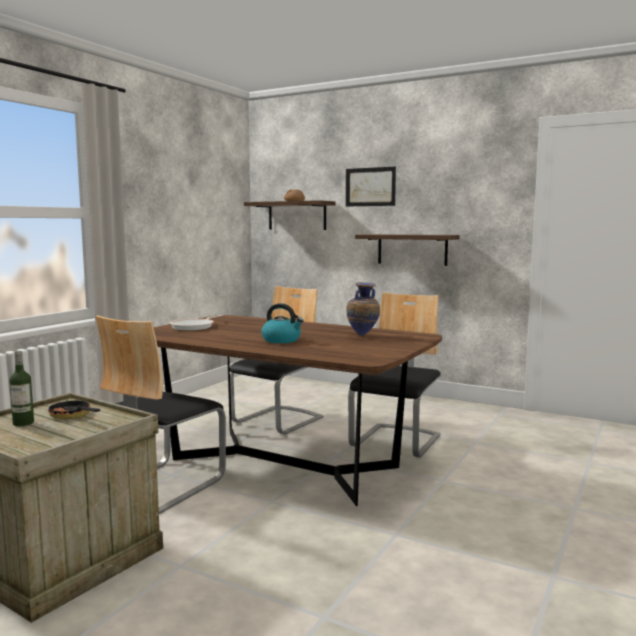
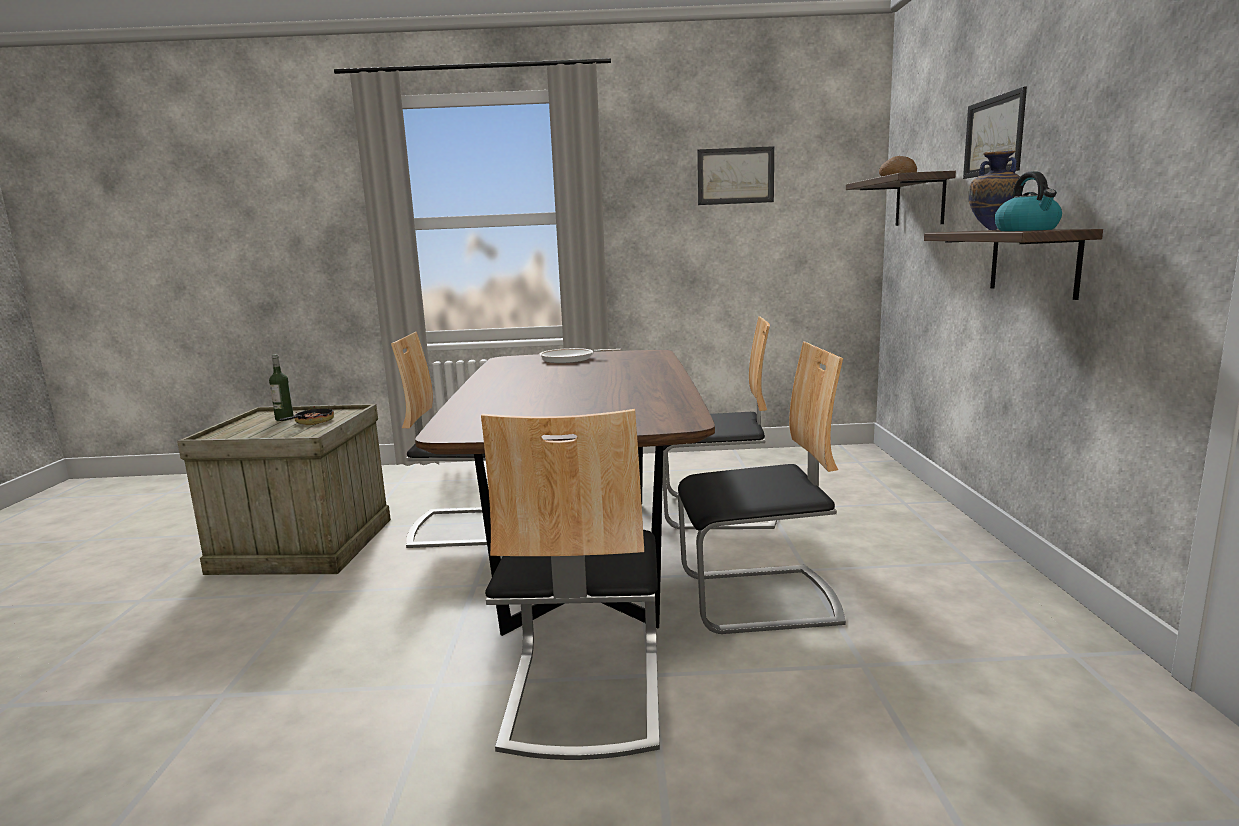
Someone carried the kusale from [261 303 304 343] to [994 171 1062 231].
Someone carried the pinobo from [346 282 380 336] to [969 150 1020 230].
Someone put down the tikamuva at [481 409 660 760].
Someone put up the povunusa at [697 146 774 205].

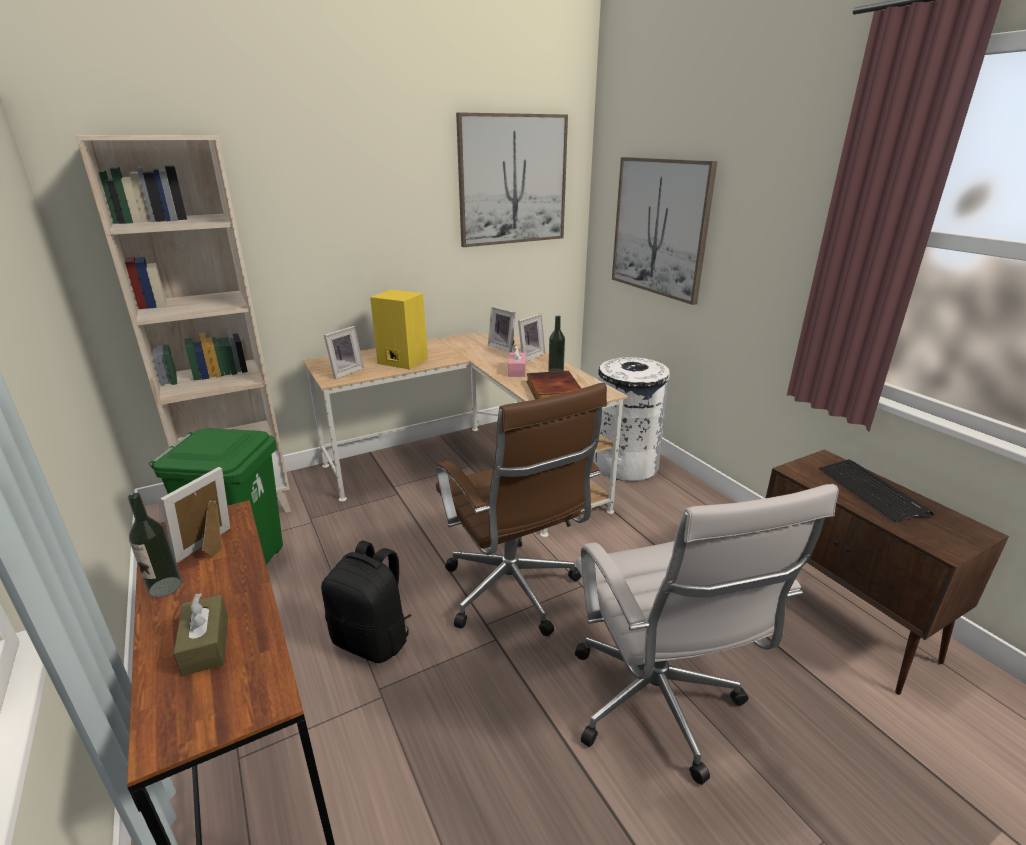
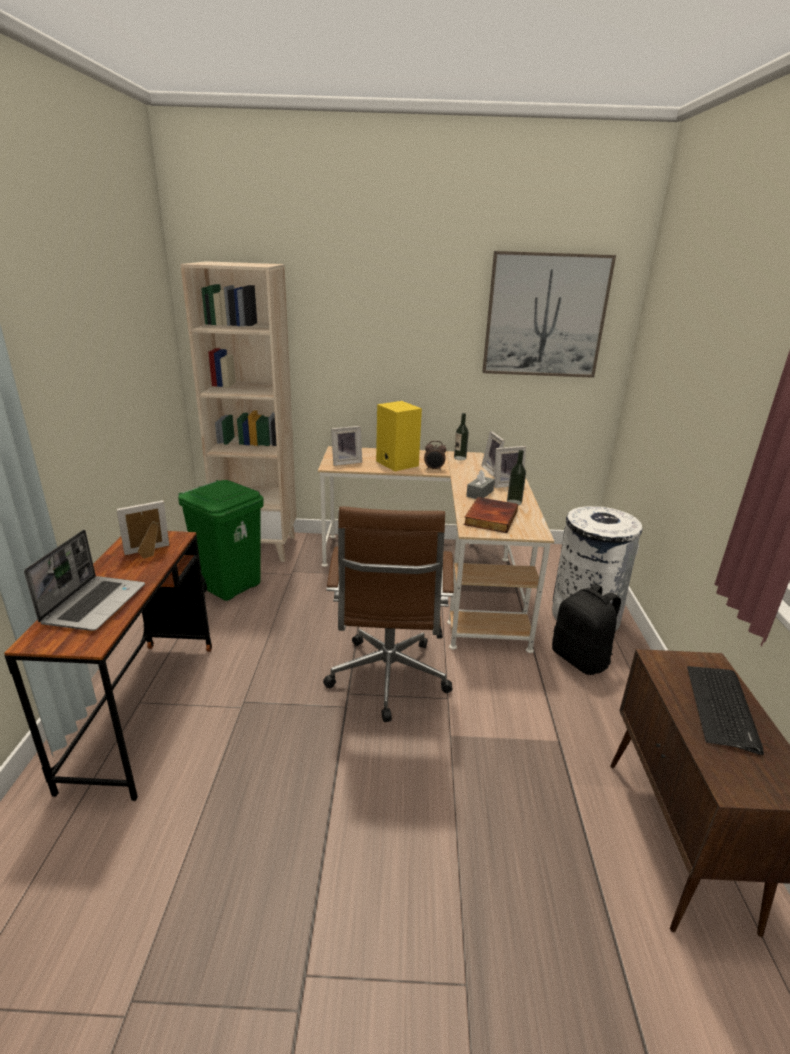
Someone carried the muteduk from [128 493 182 597] to [454 413 469 460].
Someone swapped the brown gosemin at [173 593 228 676] for the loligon at [24 530 145 631].
Someone carried the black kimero from [321 540 412 663] to [552 583 621 675].
Someone repainted the pink gosemin at [508 345 526 377], which became the grey gosemin at [466 469 495 499].
Someone took away the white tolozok at [575 484 839 785].
Someone took away the povunusa at [612 157 717 305].
Someone put down the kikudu at [424 441 447 471].

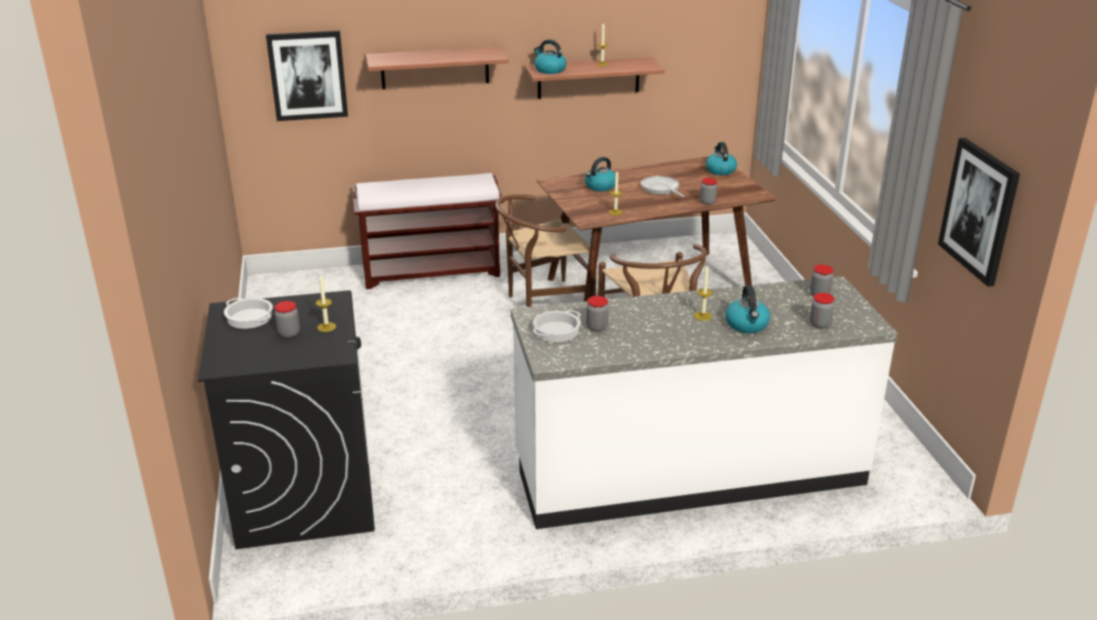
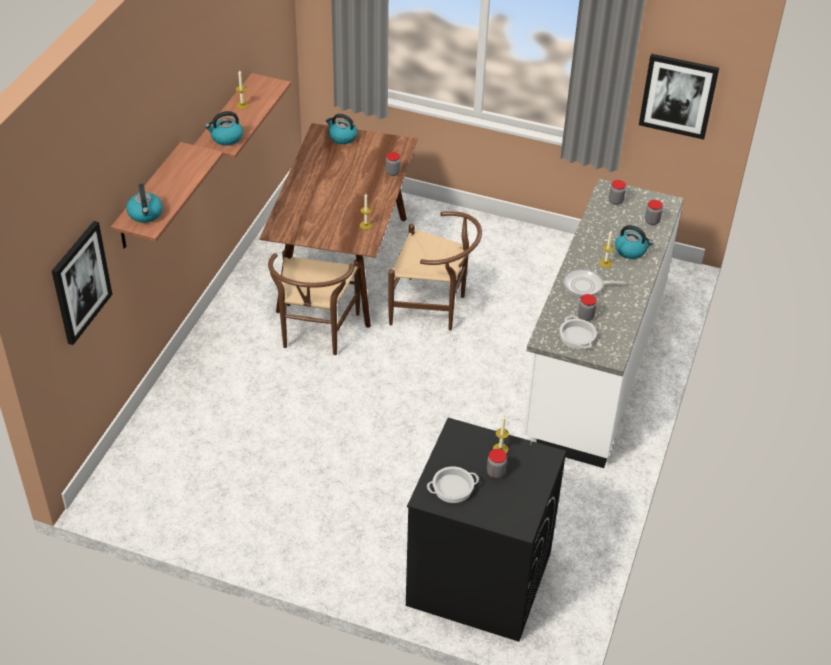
Someone took away the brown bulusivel at [352 173 504 289].
Someone carried the kusale from [585 157 615 191] to [126 184 163 223].
Someone carried the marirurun from [641 176 685 197] to [563 268 626 297].

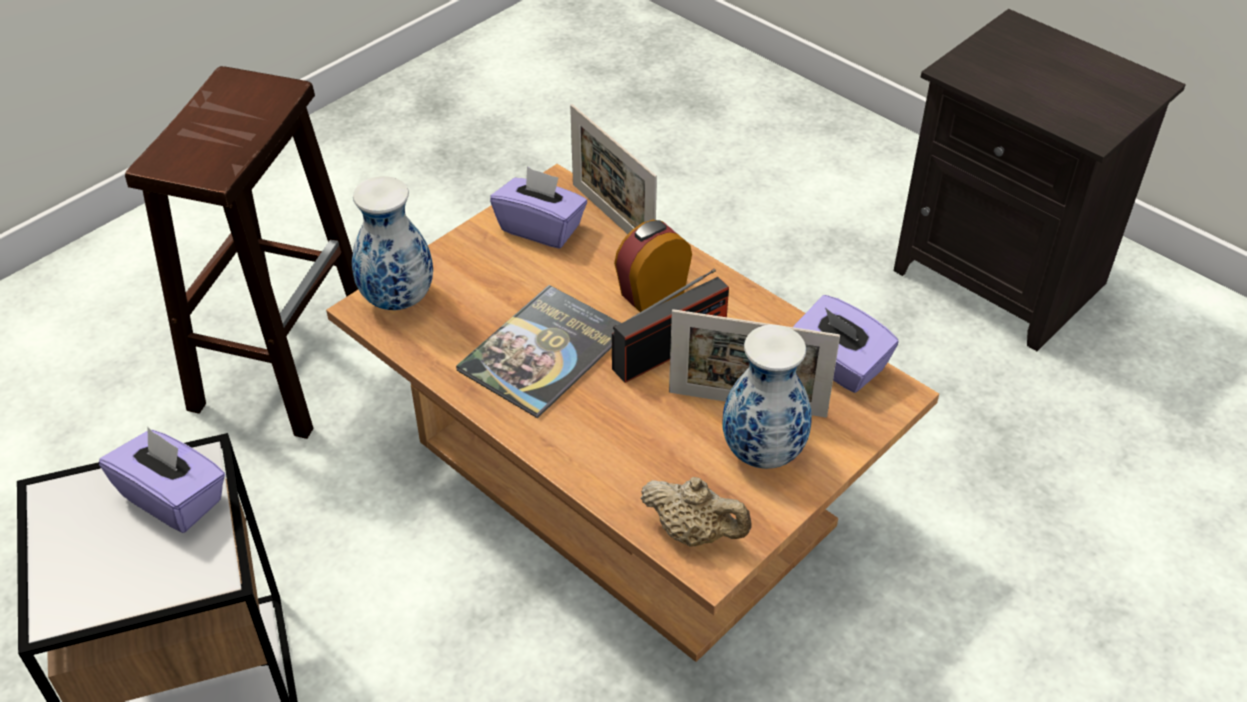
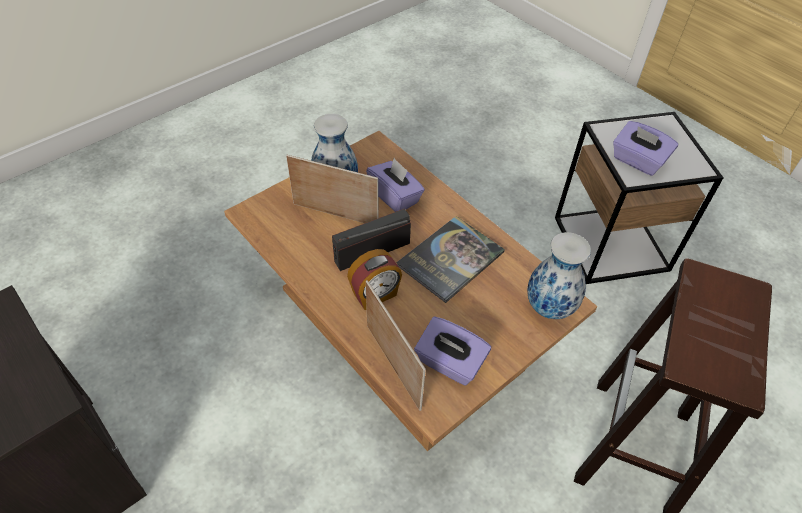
Someone took away the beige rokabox at [641 477 752 546].
Someone carried the purple gosemin from [793 295 899 393] to [366 158 425 212].

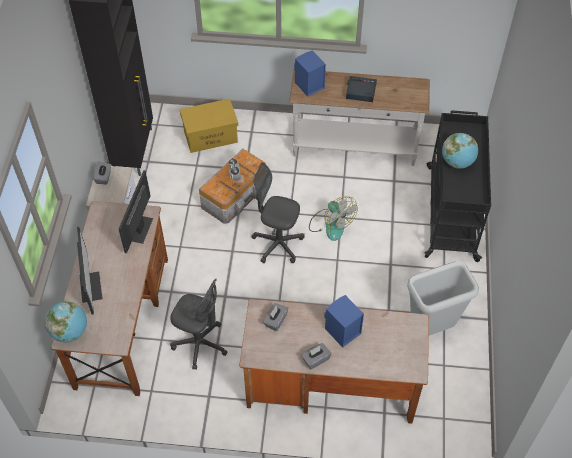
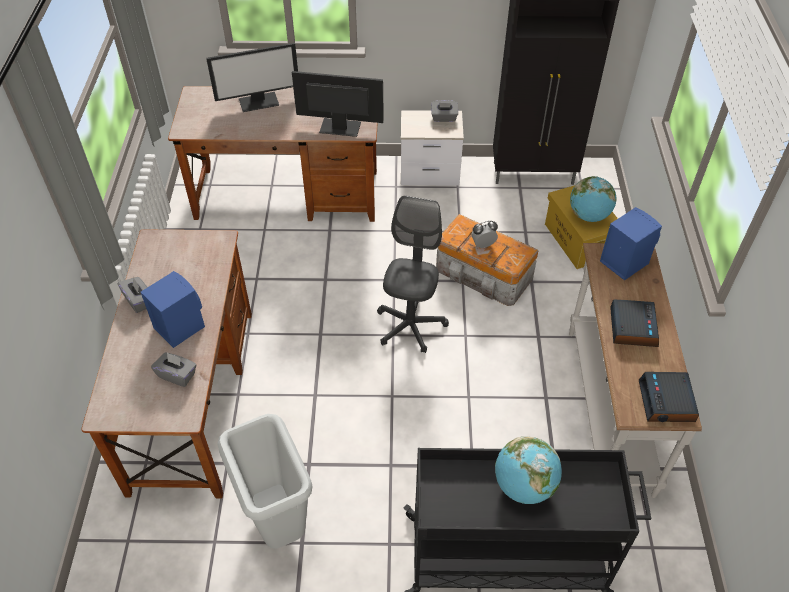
Someone carried the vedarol from [45 301 87 343] to [570 176 617 222].
Someone took away the grey tolozok at [170 278 227 370].
Someone carried the grey gosemin from [263 303 288 331] to [151 352 197 387].
Someone took away the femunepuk at [309 196 358 241].
Someone put down the kikudu at [639 372 699 422].

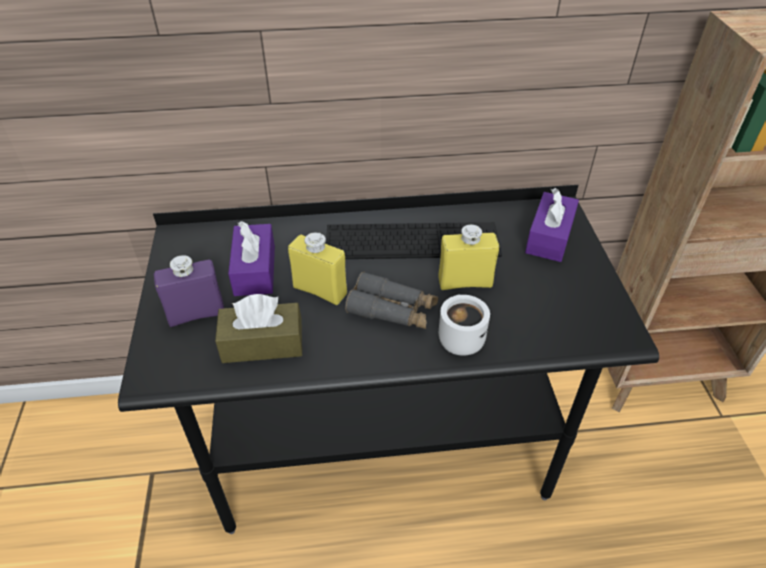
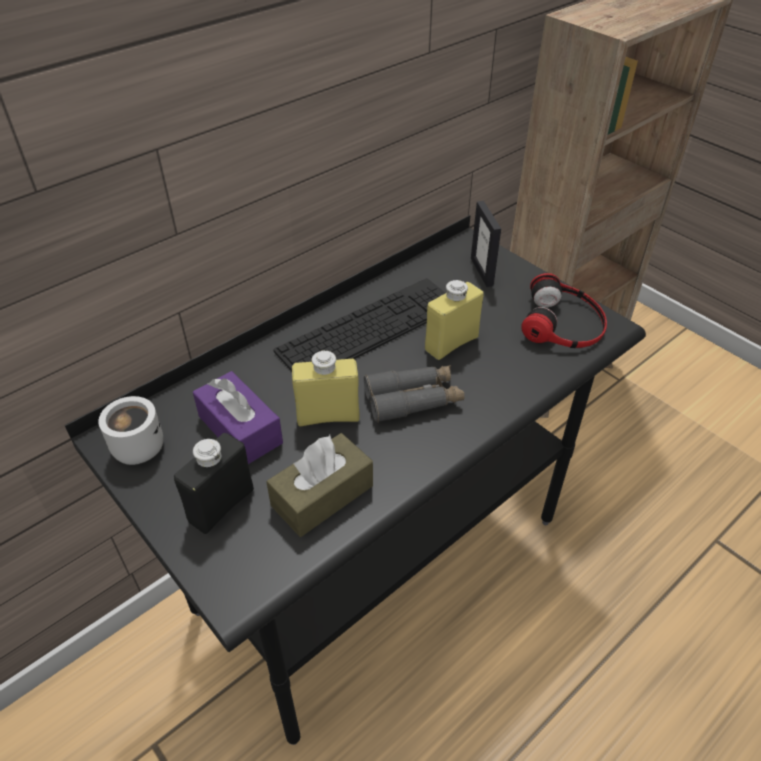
Someone repainted the purple muteduk at [154 255 224 327], which became the black muteduk at [174 433 254 534].
Someone carried the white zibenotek from [439 295 490 356] to [98 396 163 465].
Someone swapped the purple gosemin at [525 188 579 262] for the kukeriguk at [471 201 501 287].
Someone put down the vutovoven at [521 273 607 348].

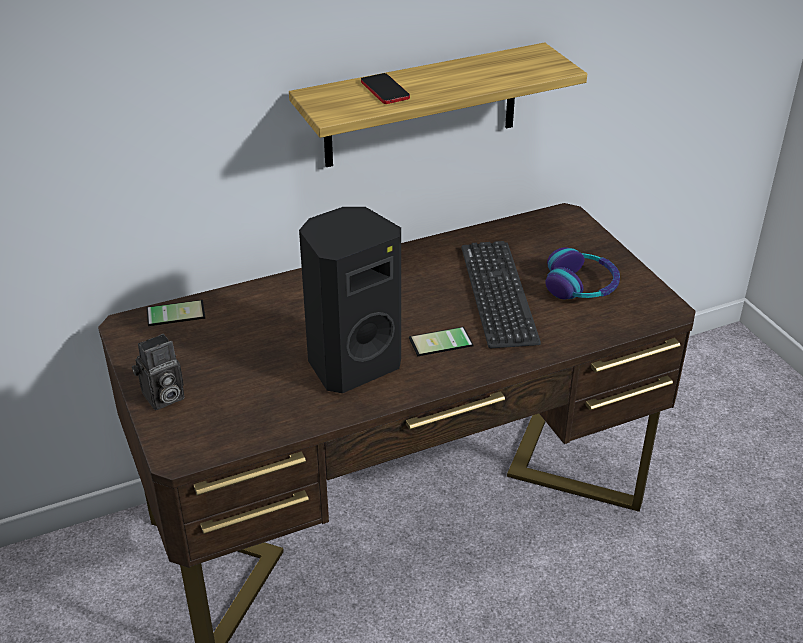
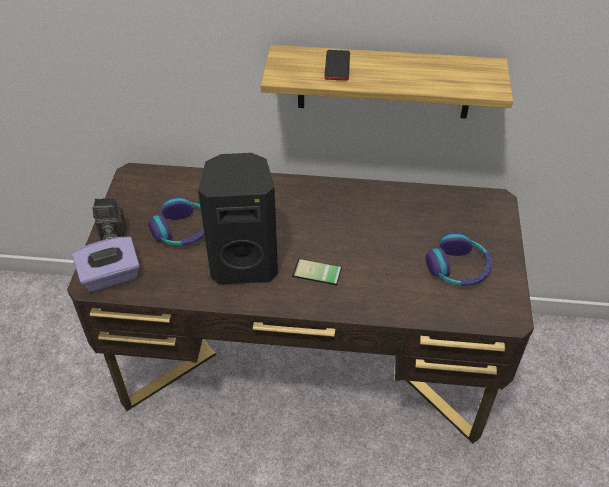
Someone took away the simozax at [147 297 205 326].
Someone took away the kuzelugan at [461 241 541 348].
Someone put down the purple gosemin at [72 236 140 292].
Someone put down the vutovoven at [148 196 205 246].

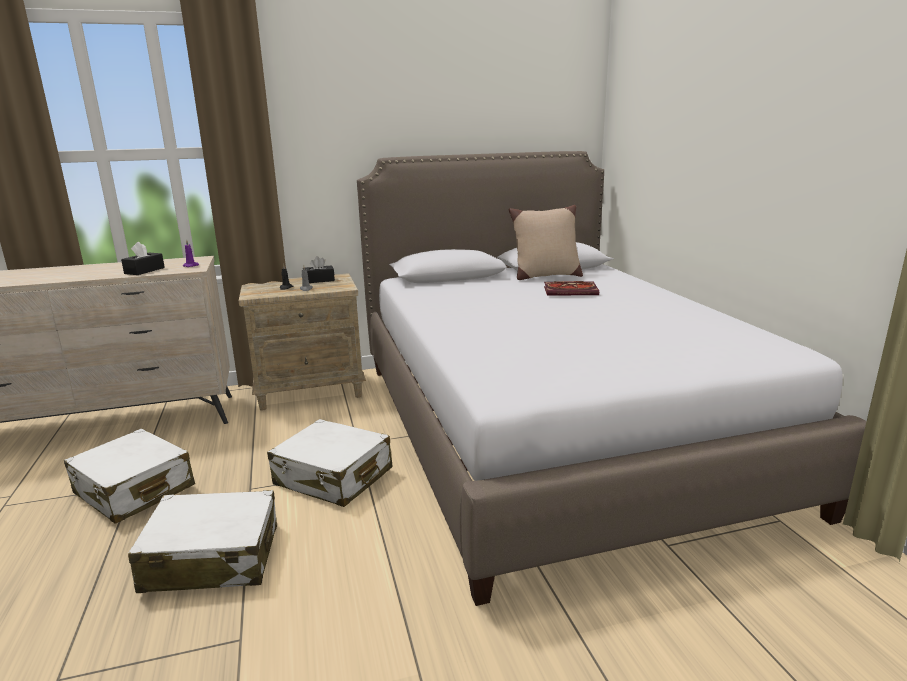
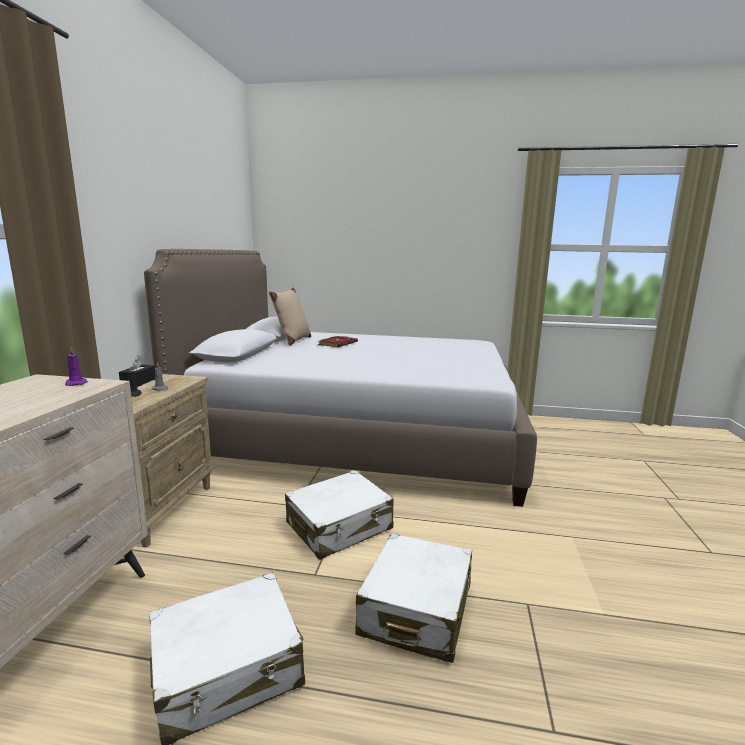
Someone took away the black gosemin at [121 242 165 275].

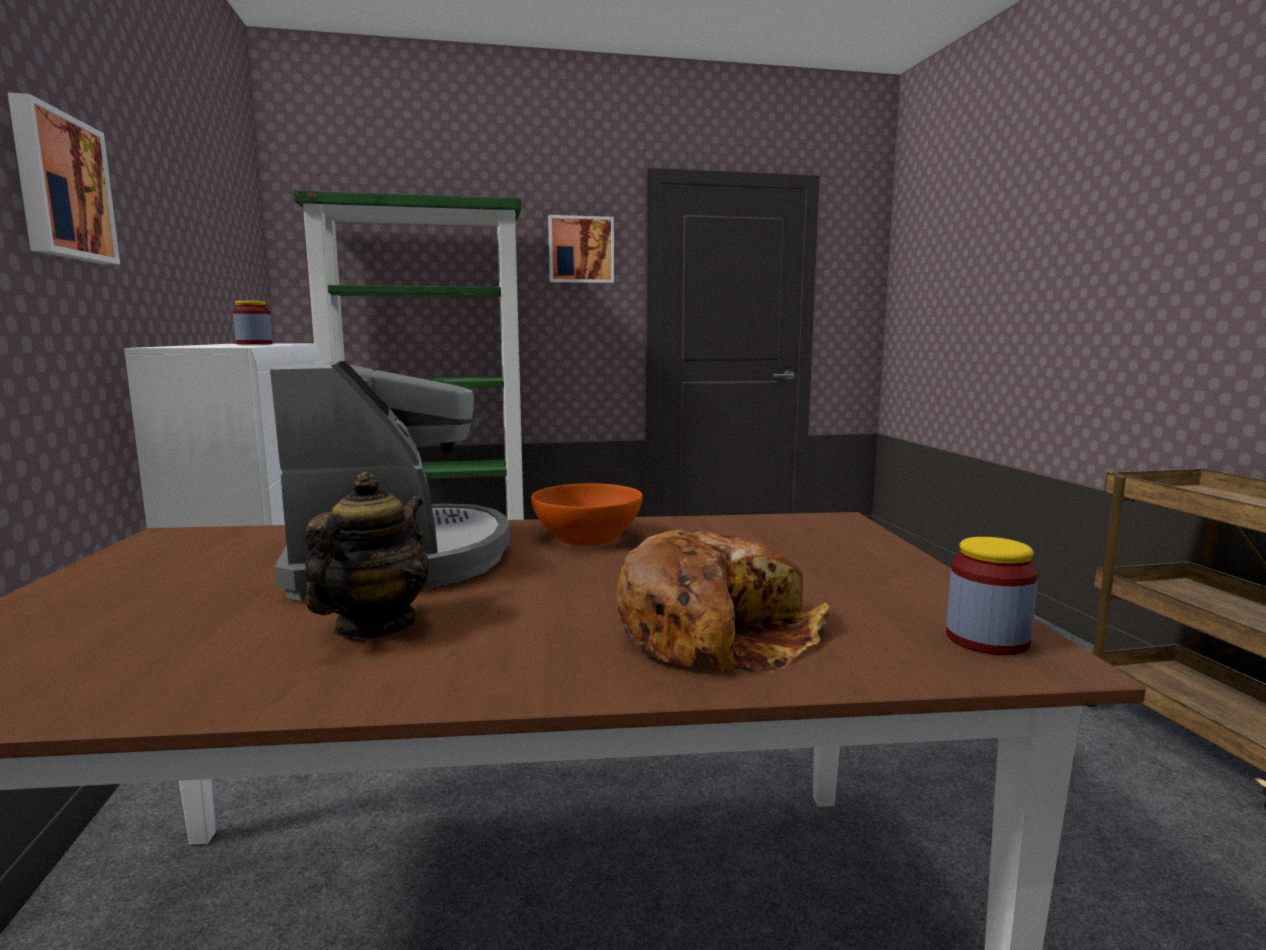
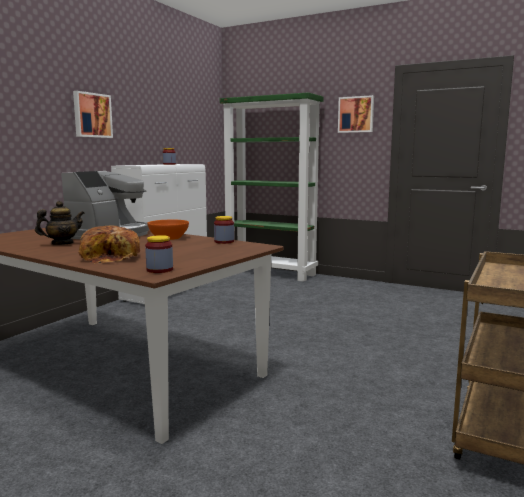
Someone put down the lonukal at [214 216 234 244].

